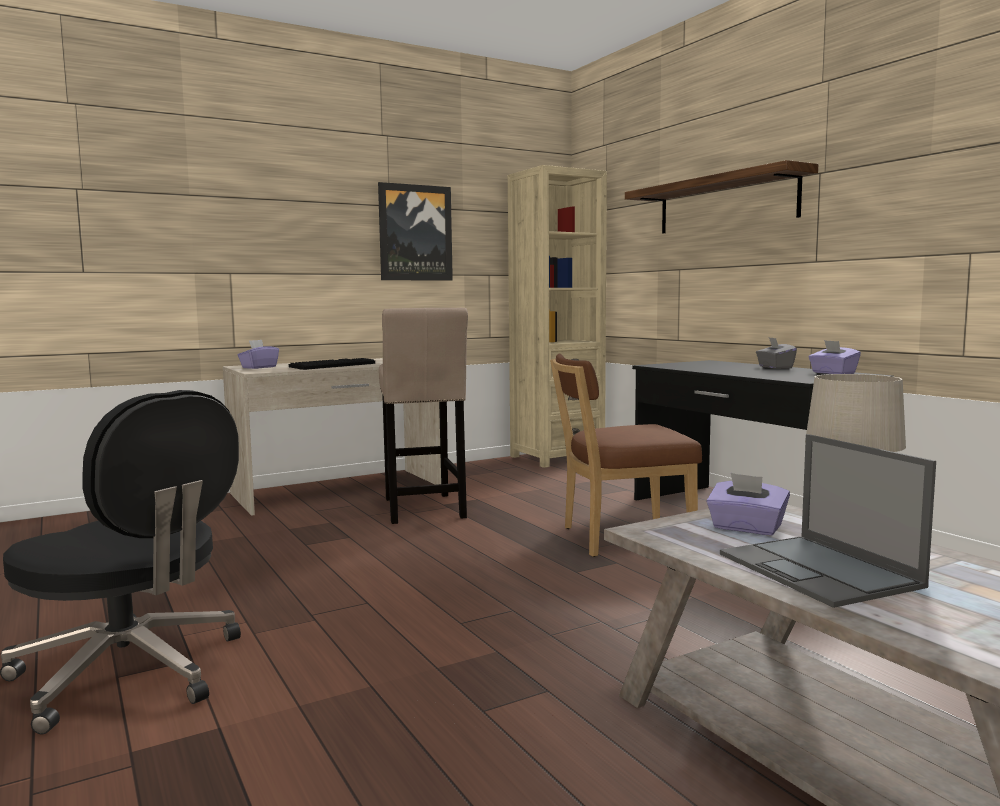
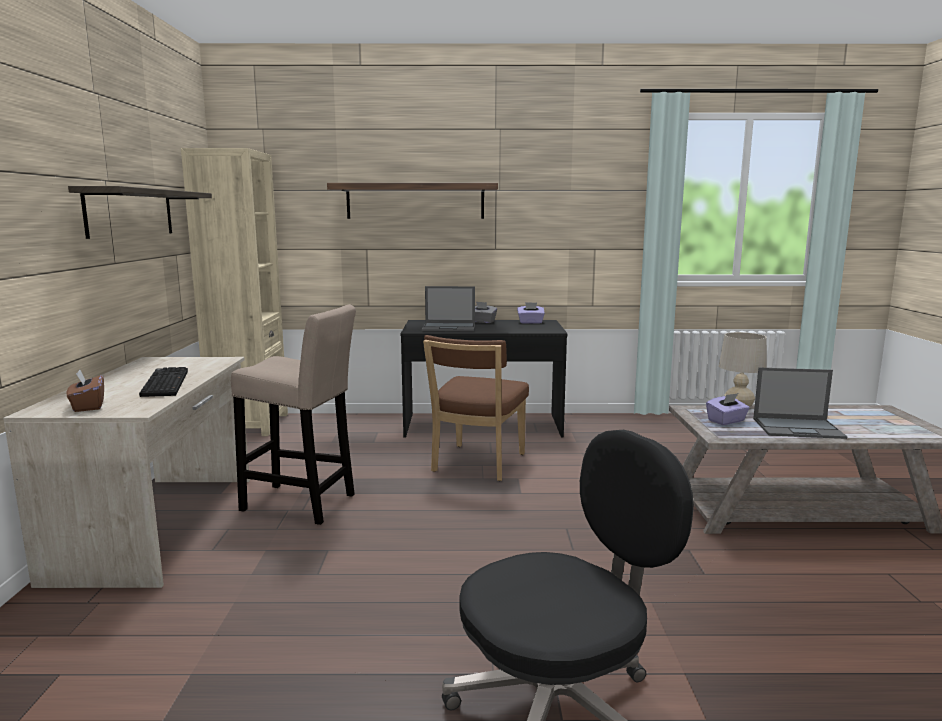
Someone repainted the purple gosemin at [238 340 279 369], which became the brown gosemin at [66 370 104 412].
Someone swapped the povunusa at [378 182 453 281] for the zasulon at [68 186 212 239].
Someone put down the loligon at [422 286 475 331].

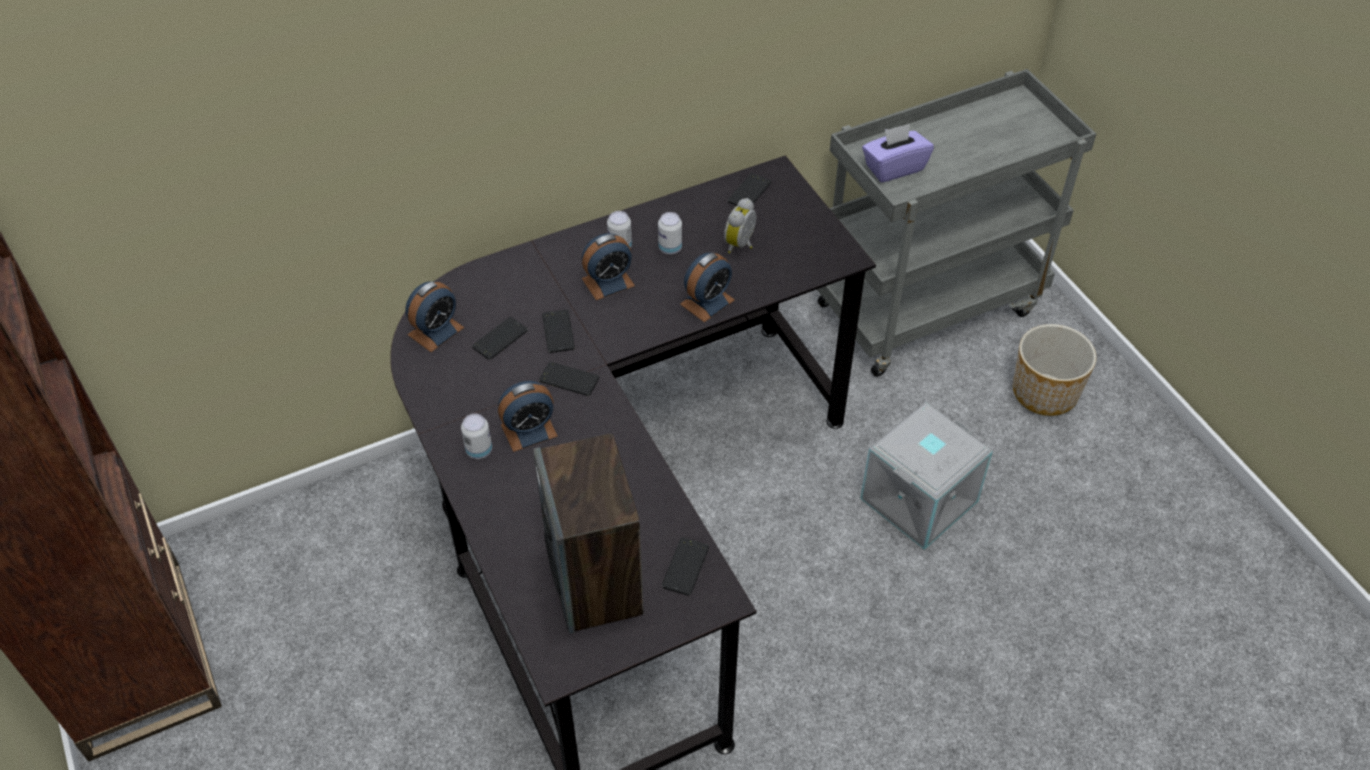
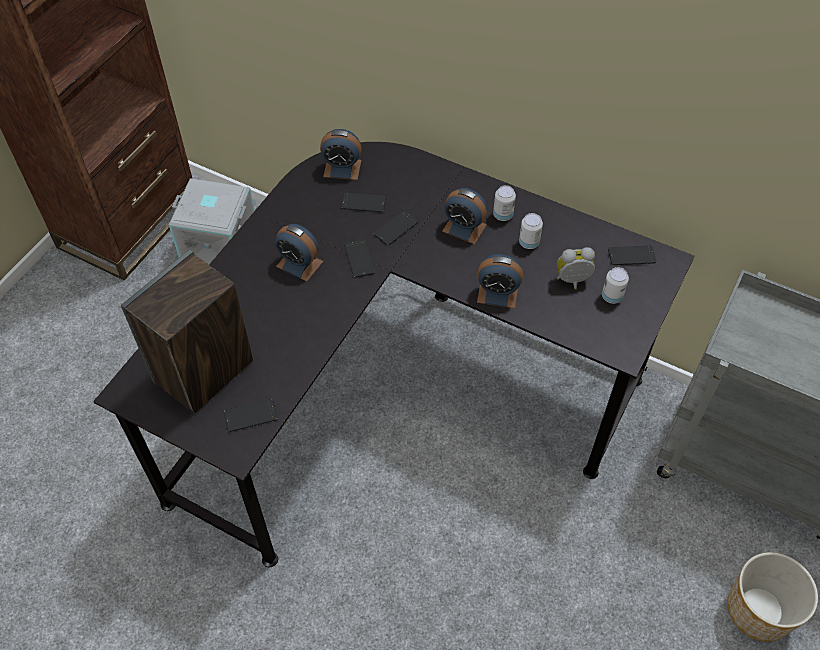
Someone carried the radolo from [461 414 492 459] to [602 267 629 304].
Someone carried the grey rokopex from [860 402 993 550] to [169 178 255 264].
Someone took away the purple gosemin at [862 124 934 182].

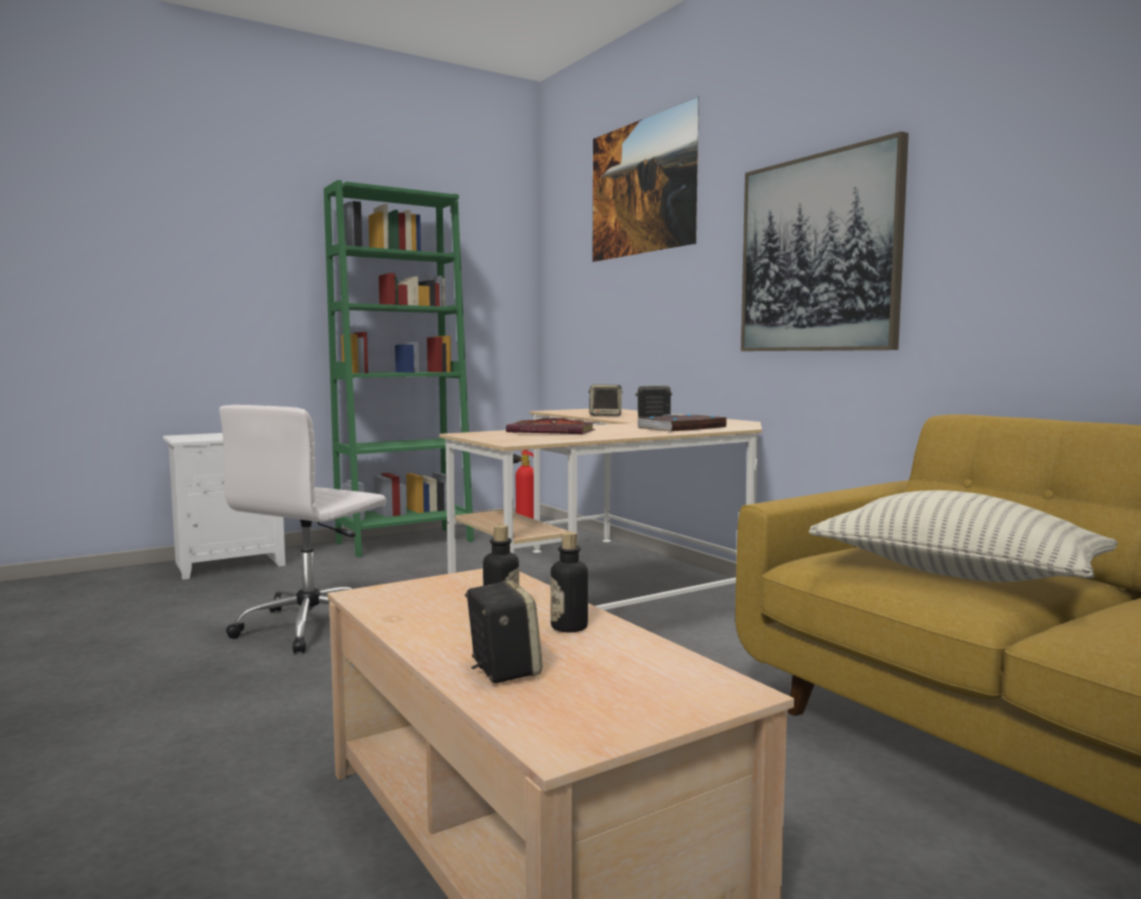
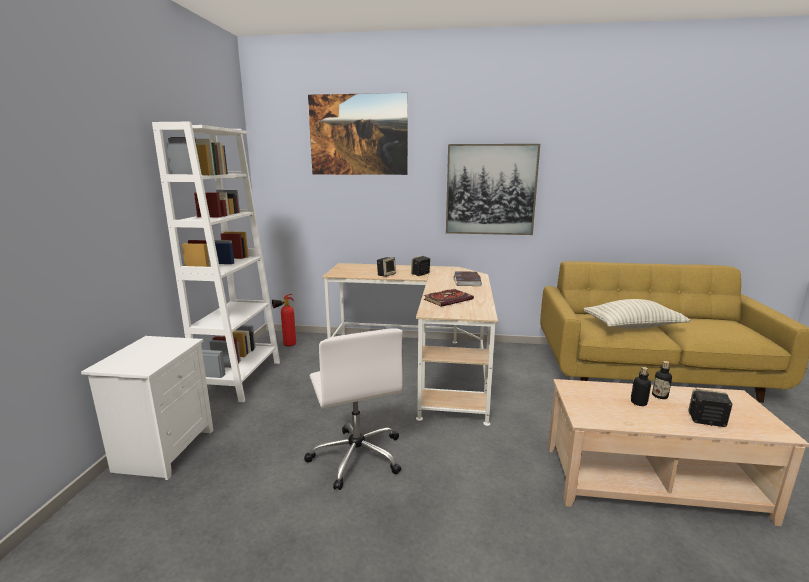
Someone repainted the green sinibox at [324 180 474 557], which became the white sinibox at [152 122 280 402].

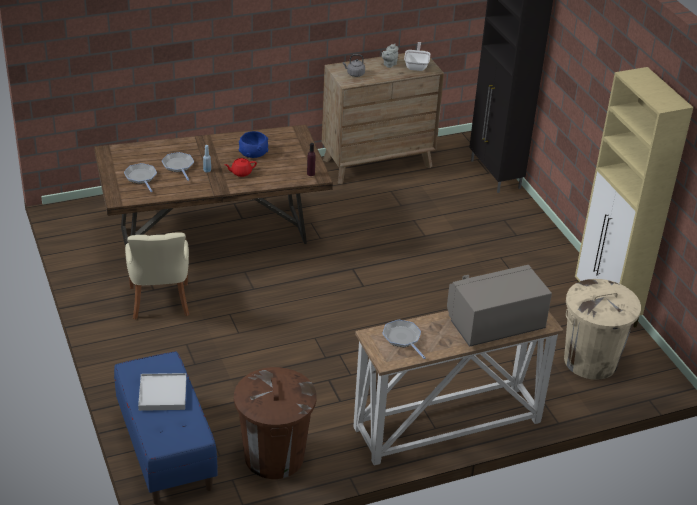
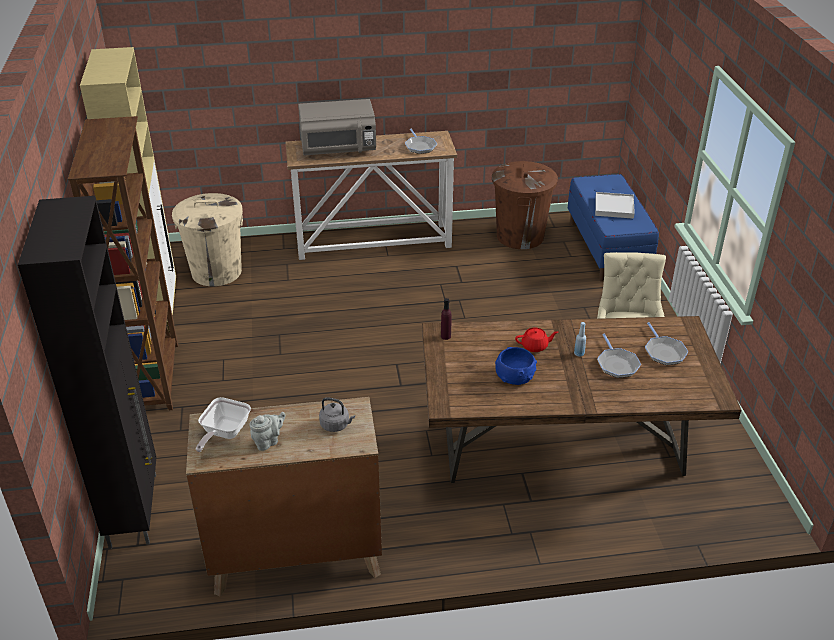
Someone put down the brown sinibox at [68 116 178 410].

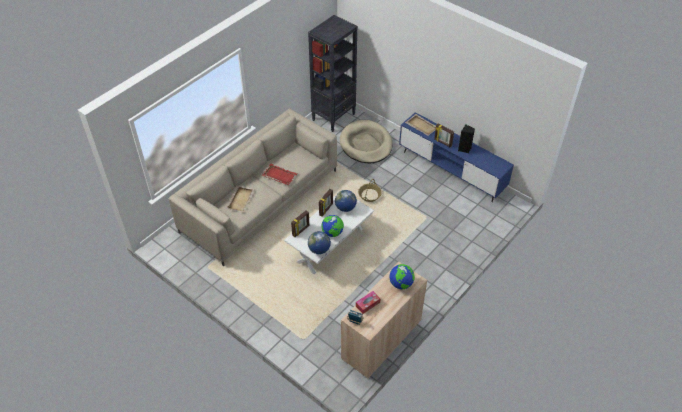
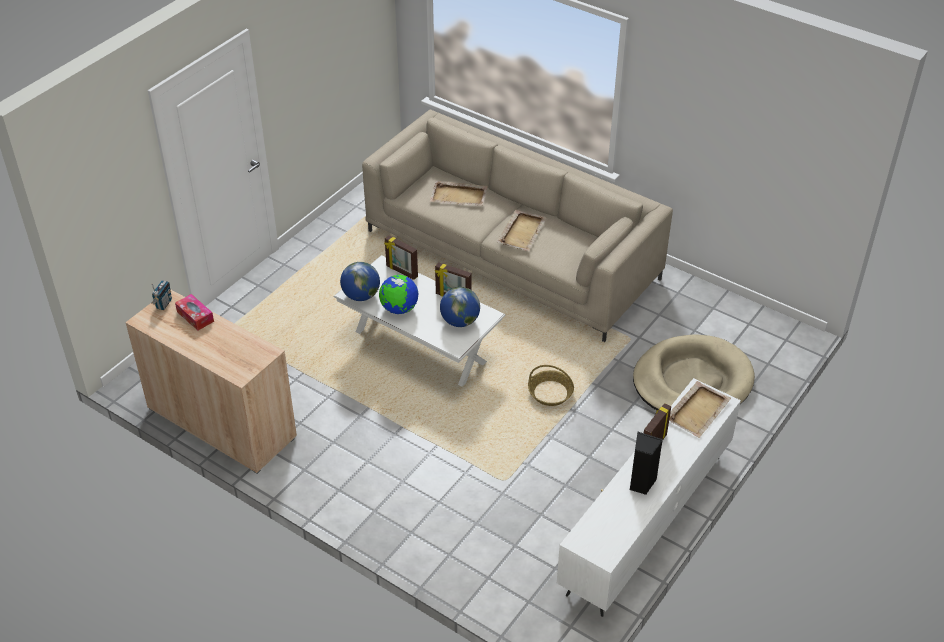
Someone repainted the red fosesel at [262 164 298 185], which became the beige fosesel at [497 210 547 251].
Someone took away the black sinibox at [308 15 358 132].
Someone took away the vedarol at [390 264 415 290].
Someone repainted the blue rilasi at [399 112 514 202], which became the white rilasi at [557 378 741 617].

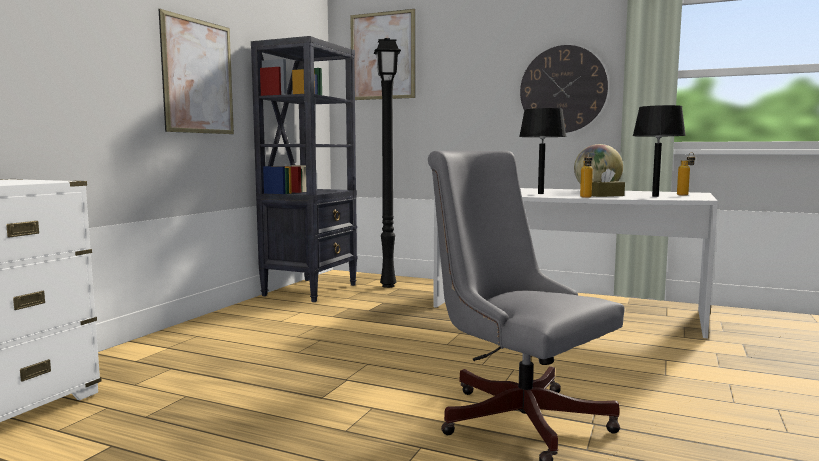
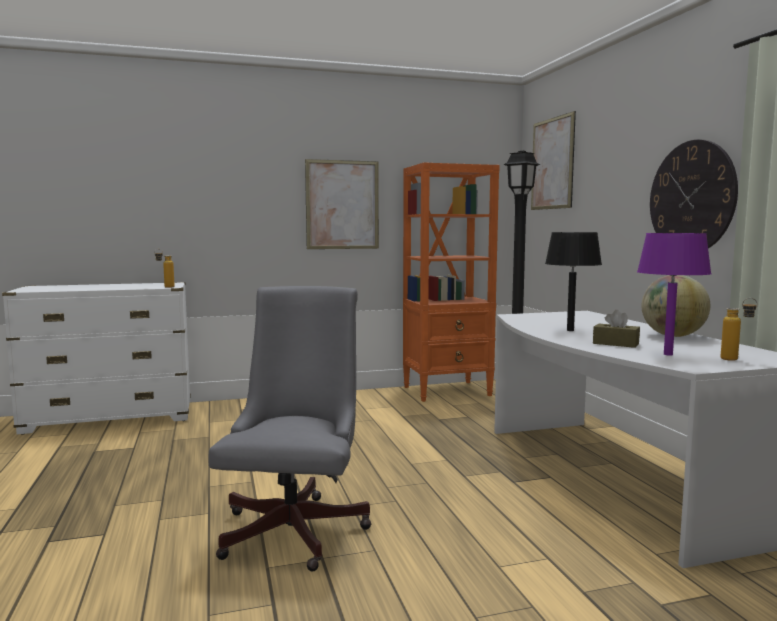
Someone repainted the black sinibox at [251 36 358 302], which became the orange sinibox at [403 162 500 402].
Someone carried the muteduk from [580 152 593 198] to [154 249 175 288].
Someone repainted the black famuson at [633 105 686 197], which became the purple famuson at [637 233 712 356].

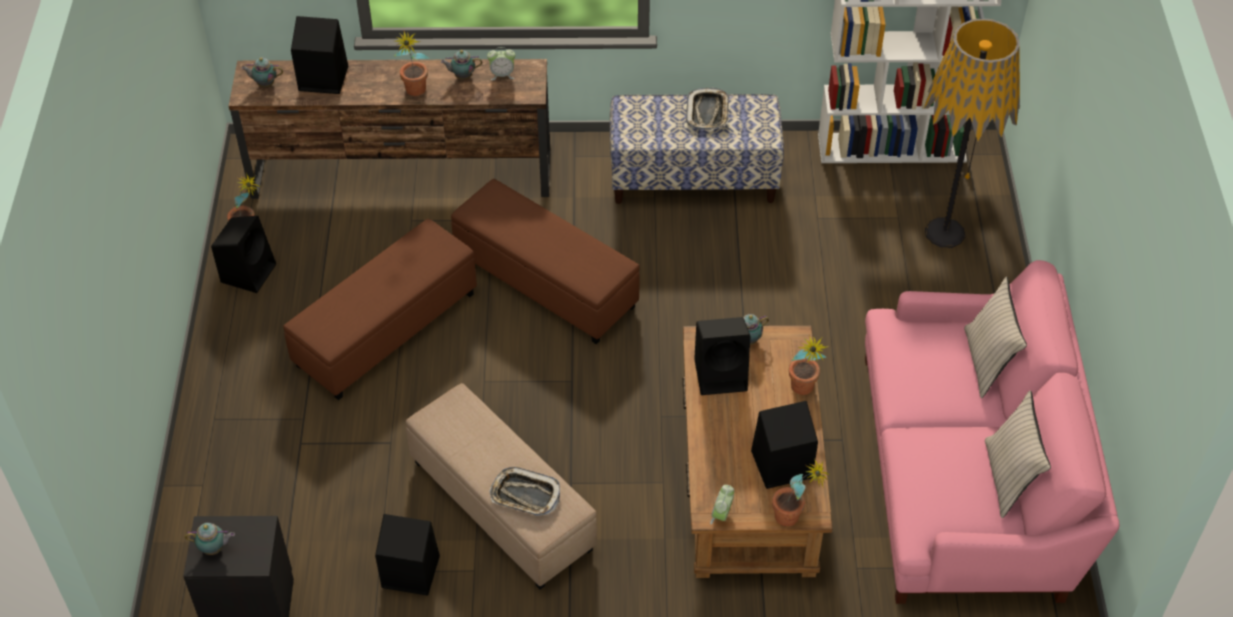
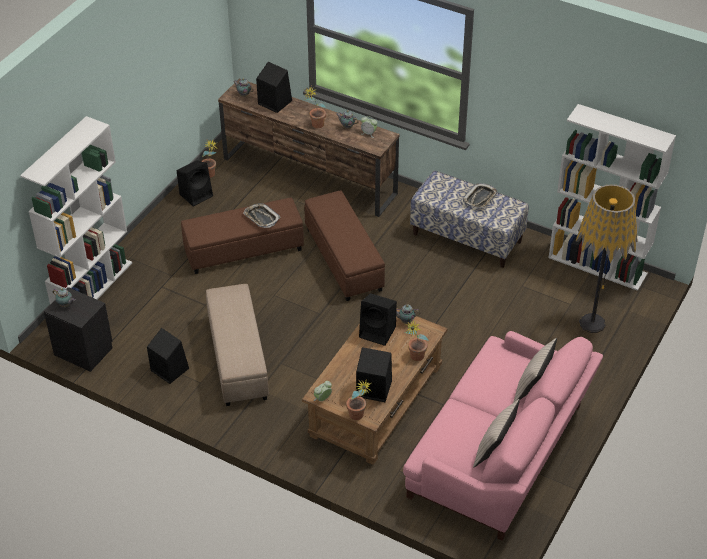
Someone carried the fosesel from [489 467 560 516] to [243 203 281 228].
Someone put down the white sinibox at [20 116 132 304].

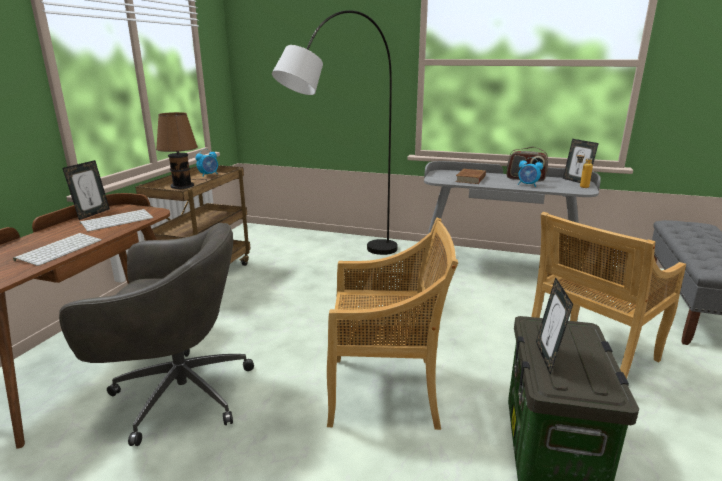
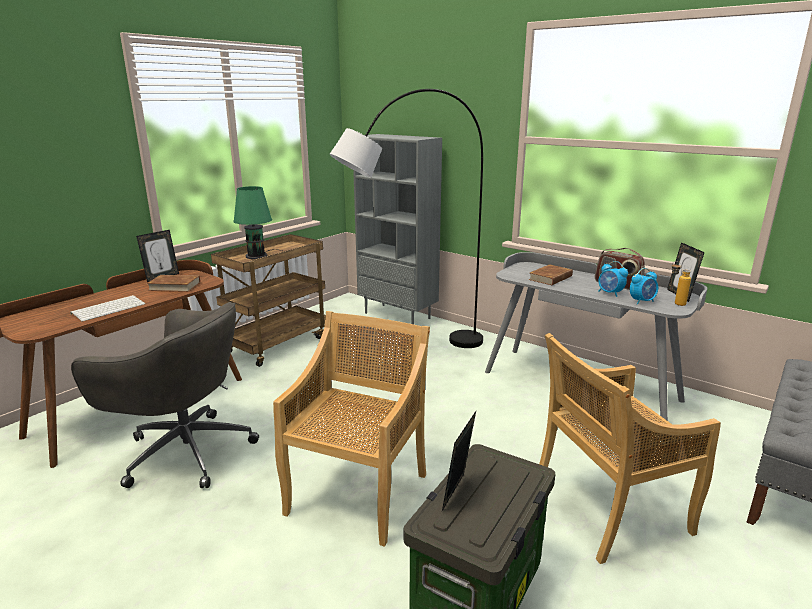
Someone swapped the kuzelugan at [80 209 153 232] for the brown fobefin at [147 275 200 292].
Someone repainted the brown famuson at [156 112 208 189], which became the green famuson at [233 186 282 259].
Someone carried the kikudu from [195 149 218 177] to [630 268 658 305].
Someone rotated the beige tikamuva at [327 217 458 430] by 90 degrees counterclockwise.
Someone put down the grey sinibox at [353 134 442 324].

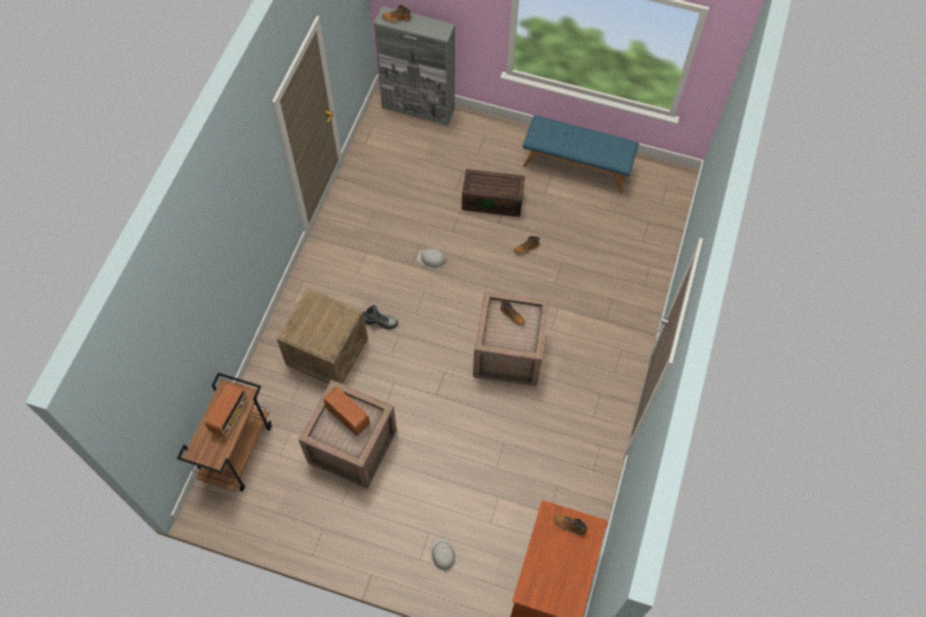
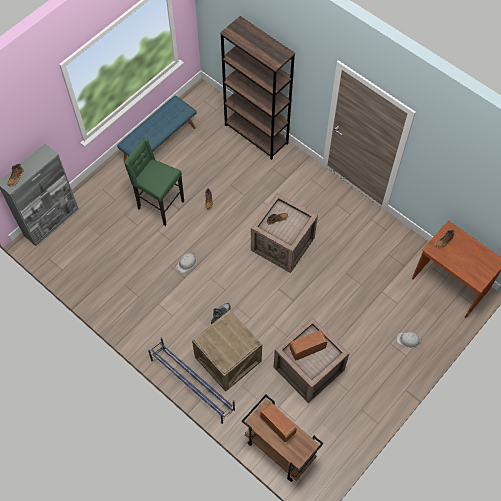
Someone swapped the brown rokopex at [462 169 525 217] for the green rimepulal at [124 138 184 226].
Someone put down the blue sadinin at [148 337 235 424].
Someone put down the brown sinibox at [220 16 295 160].

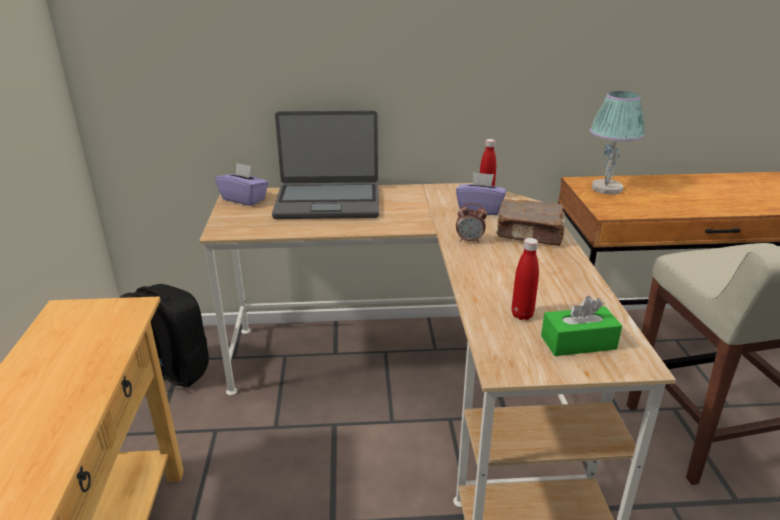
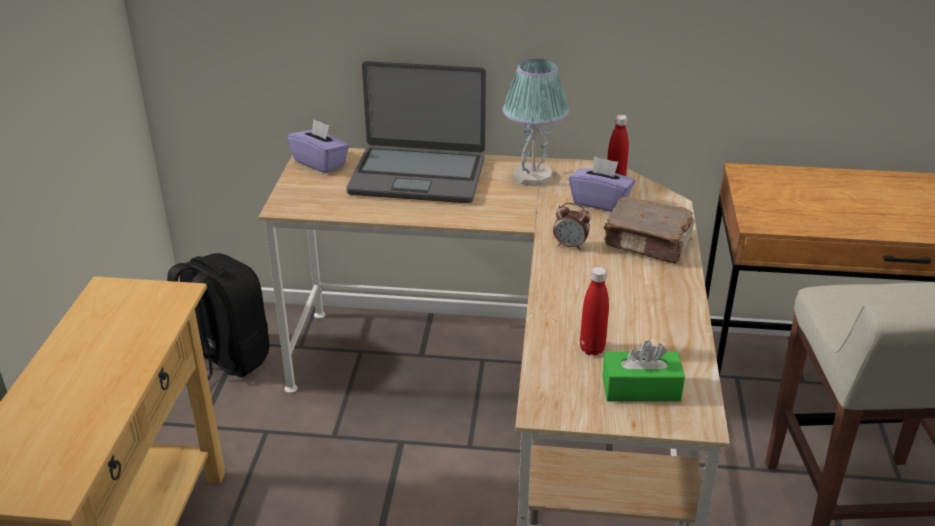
Someone carried the famuson from [590 91 645 195] to [503 59 569 186].

